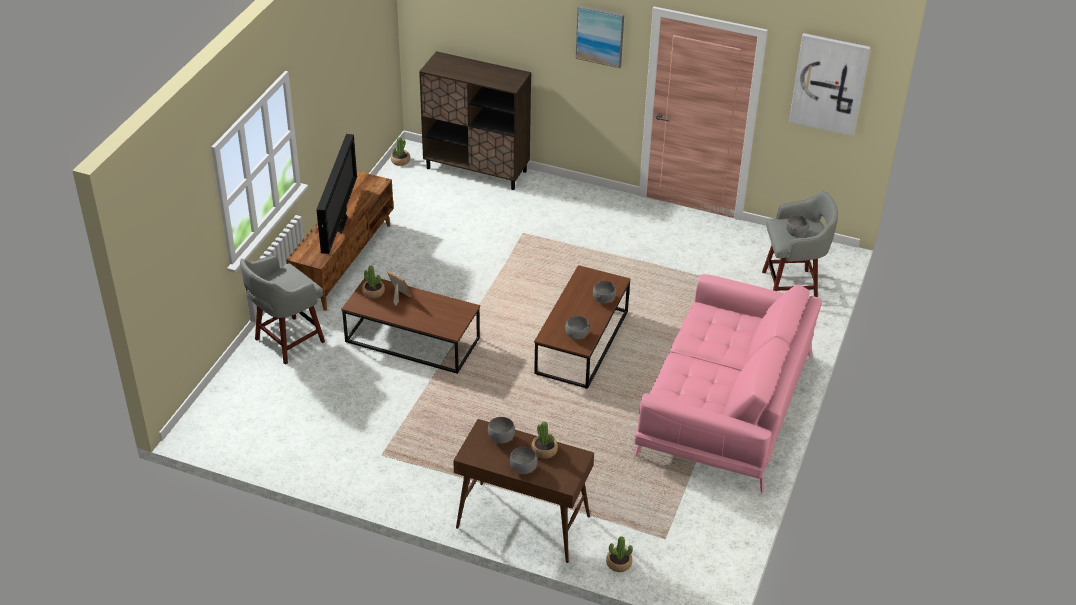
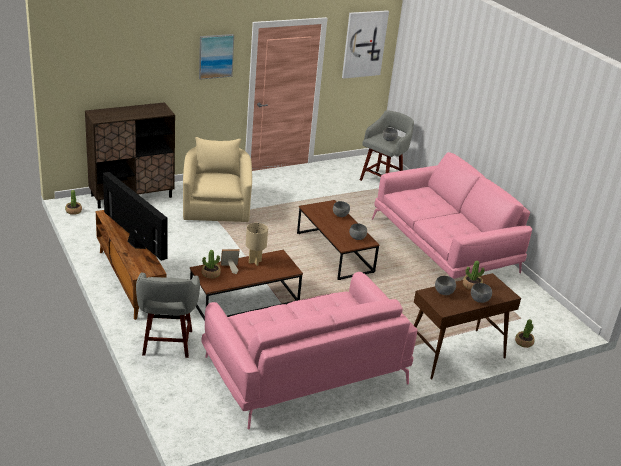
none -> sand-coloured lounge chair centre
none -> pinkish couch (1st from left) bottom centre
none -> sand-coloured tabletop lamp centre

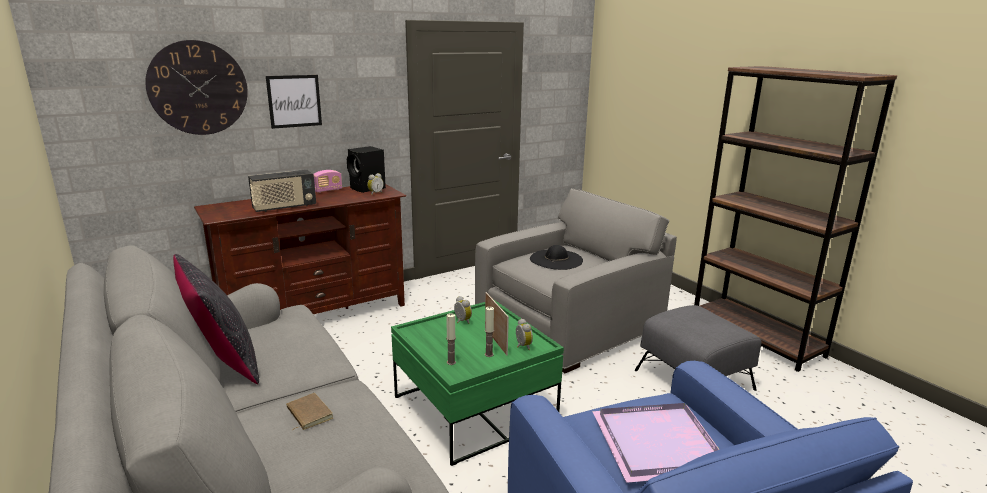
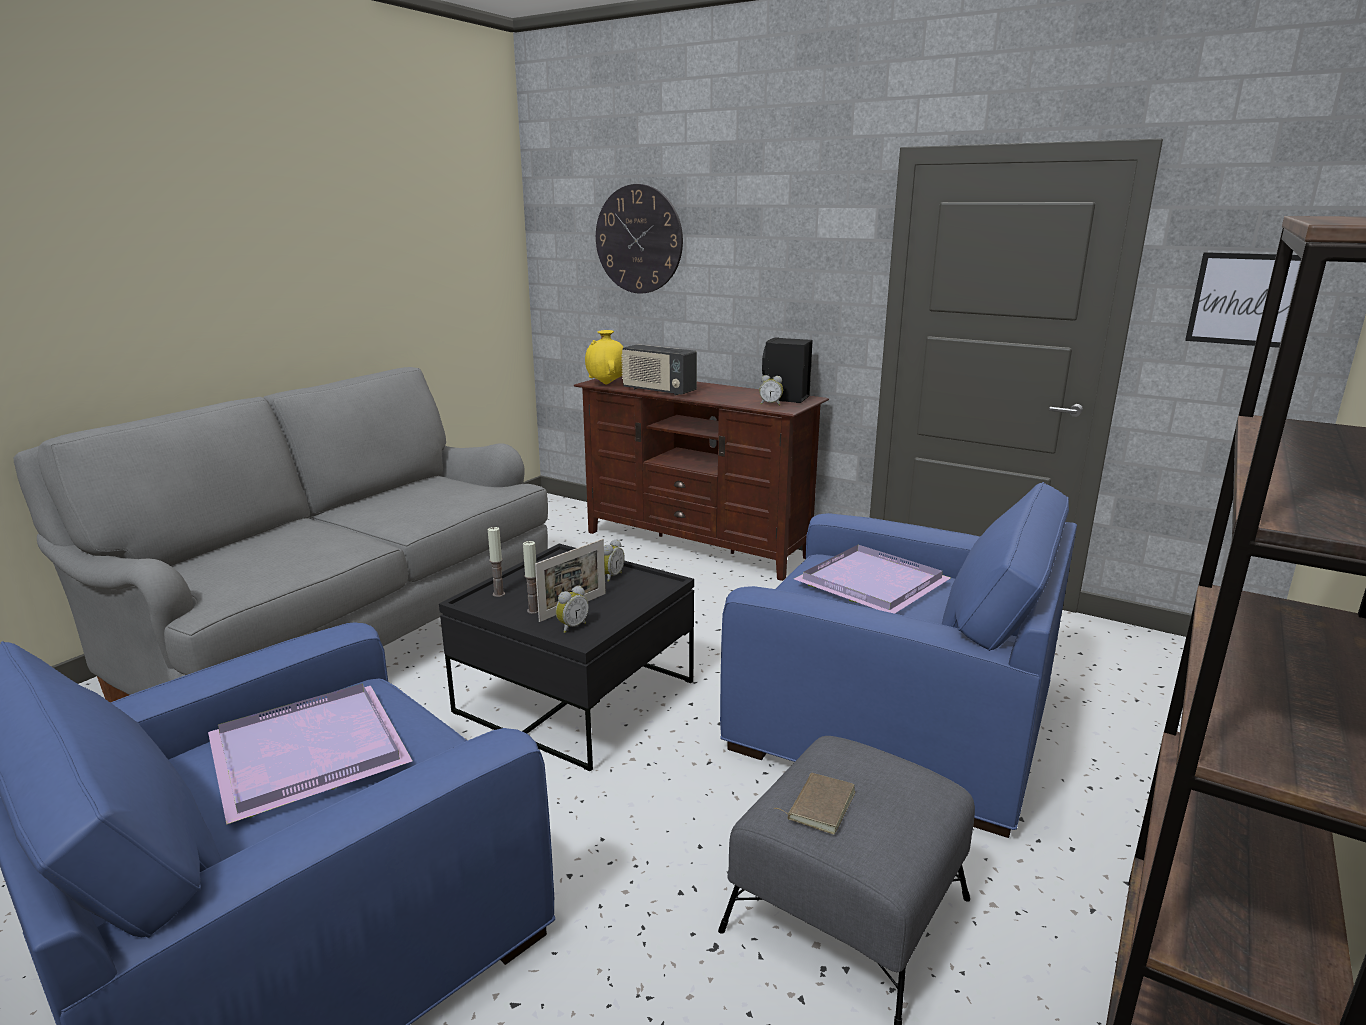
black pillow middle left -> none
wall art top left -> wall art top right, moved
brown volume bottom left -> brown volume bottom centre, moved
radio (2nd from left) middle left -> none
green coffee table bottom centre -> black coffee table centre
greyish lounge chair centre -> bluish lounge chair (2nd from left) centre
black wearable hat centre -> purple serving tray (2nd from left) centre
none -> yellow-coloured decorative vase centre

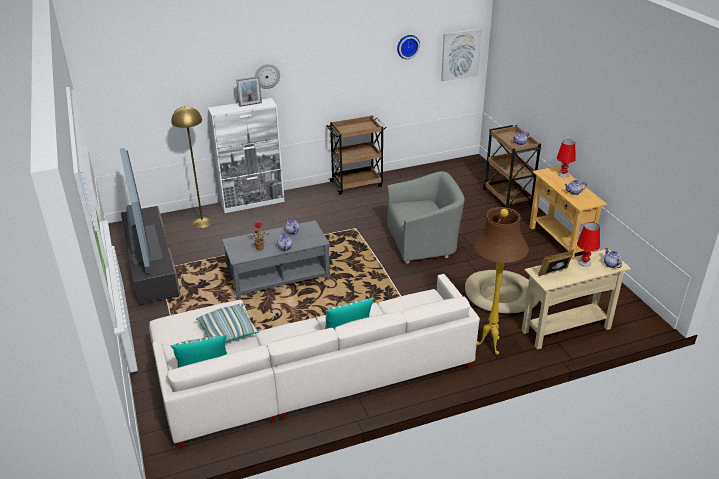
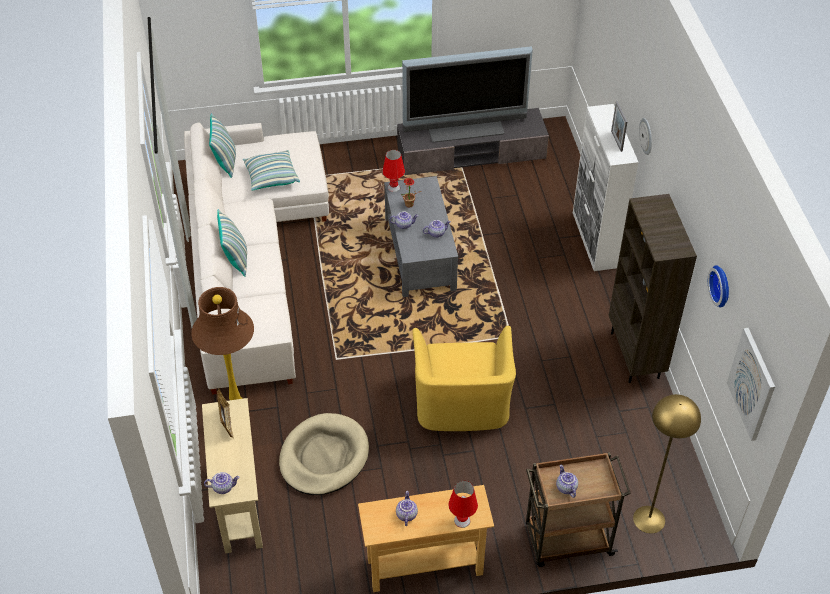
yellow-coloured standing lamp middle left -> yellow-coloured standing lamp bottom right, moved
brown cart (1st from left) top centre -> brown shelving unit middle right
greyish lounge chair centre -> yellow-coloured lounge chair centre
red tabletop lamp (2nd from left in the first image) middle right -> red tabletop lamp (1st from left) top centre, moved

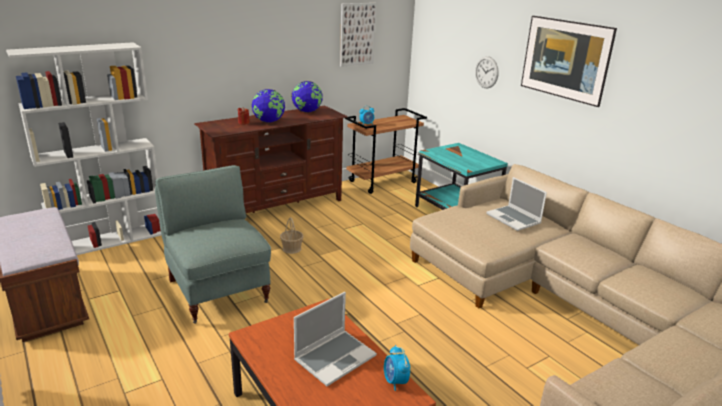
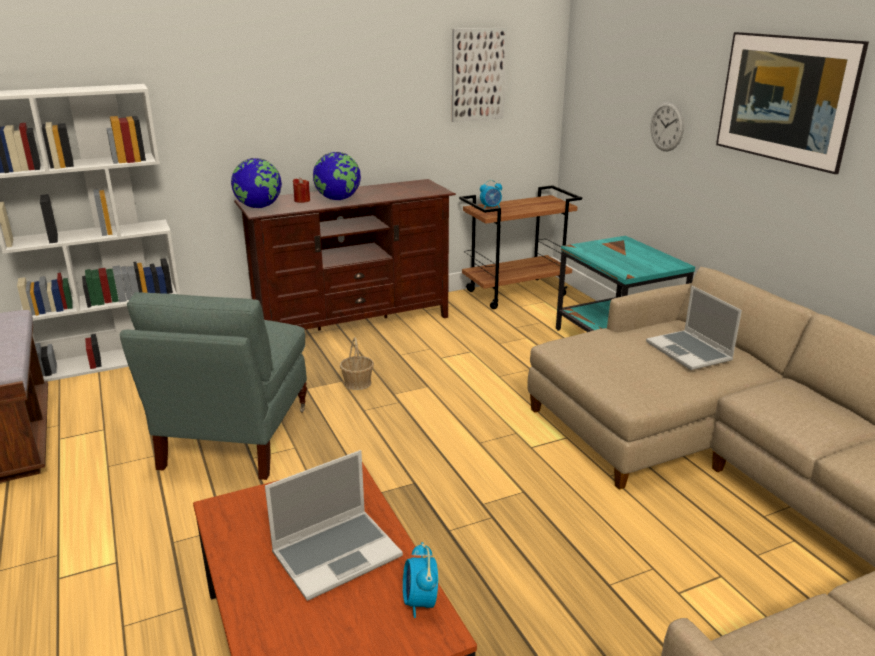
greyish lounge chair middle left, 150 degrees counterclockwise
globe (2nd from left in the first image) top centre -> globe (1st from left) top left, moved

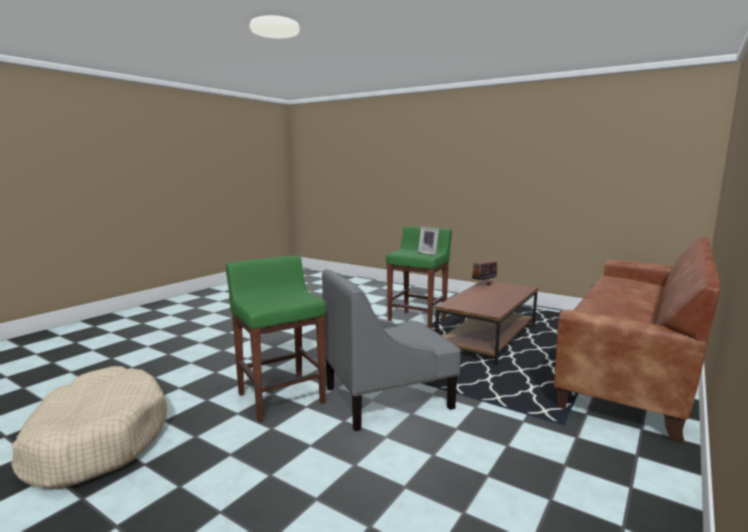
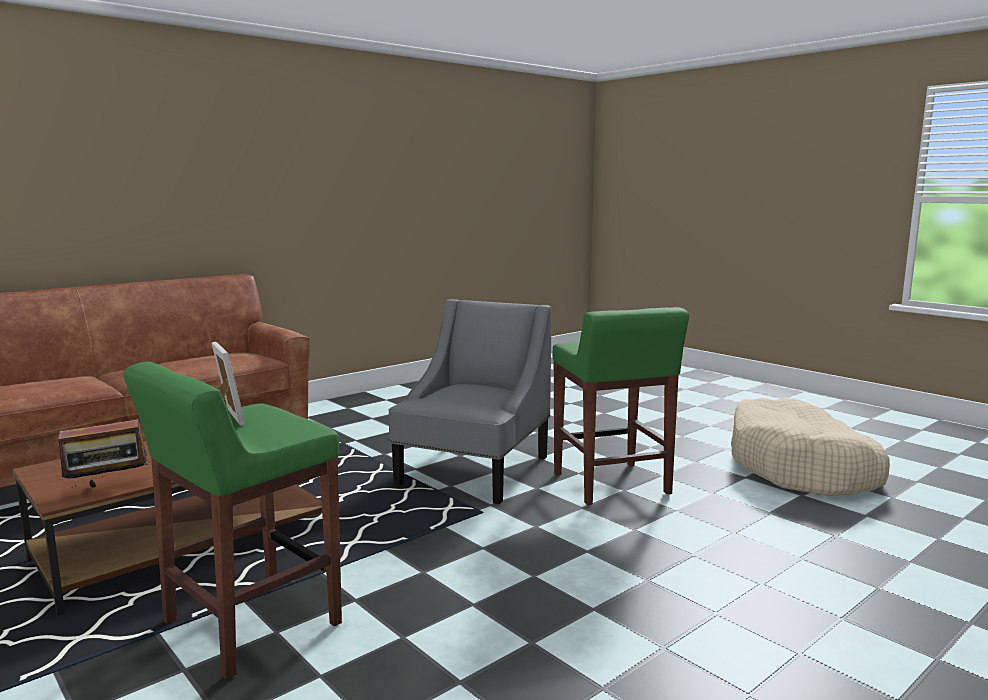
greyish lounge chair centre, 60 degrees counterclockwise

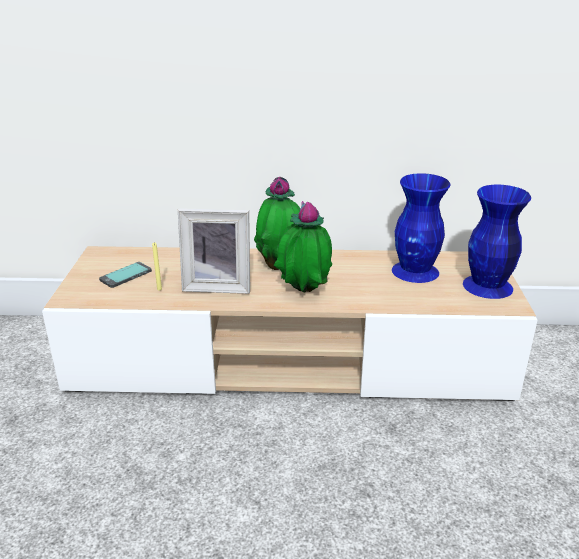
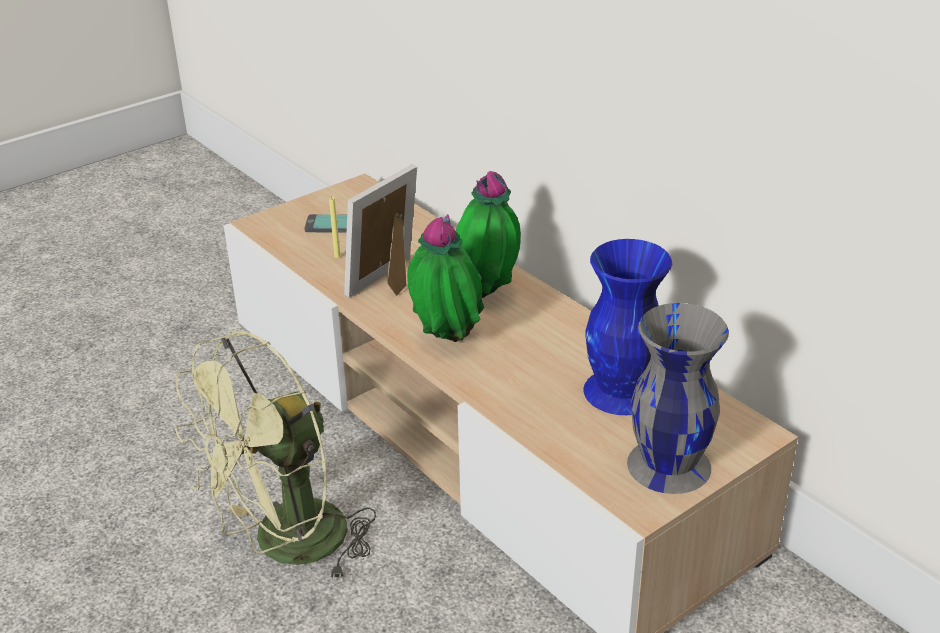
standing frame centre, 75 degrees clockwise
bluish decorative vase (2nd from left) middle right -> greyish decorative vase middle right
none -> green cooling fan bottom left

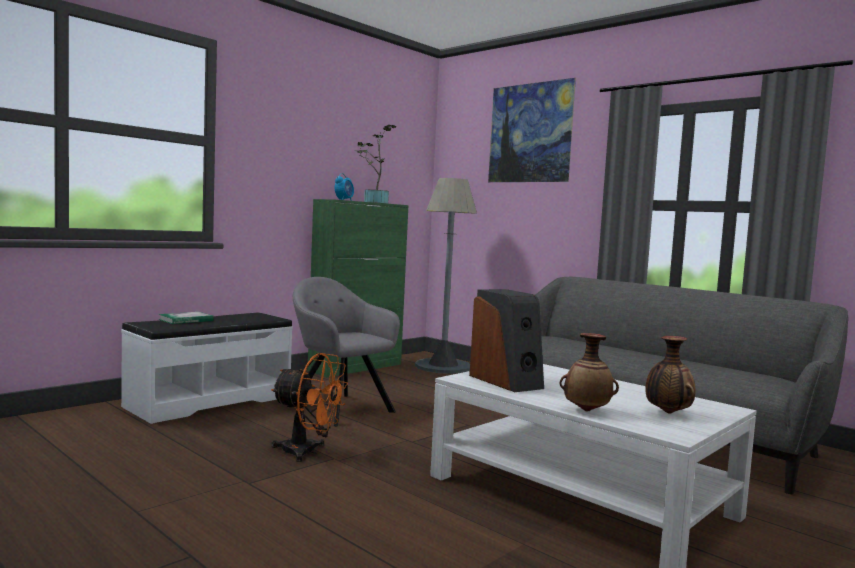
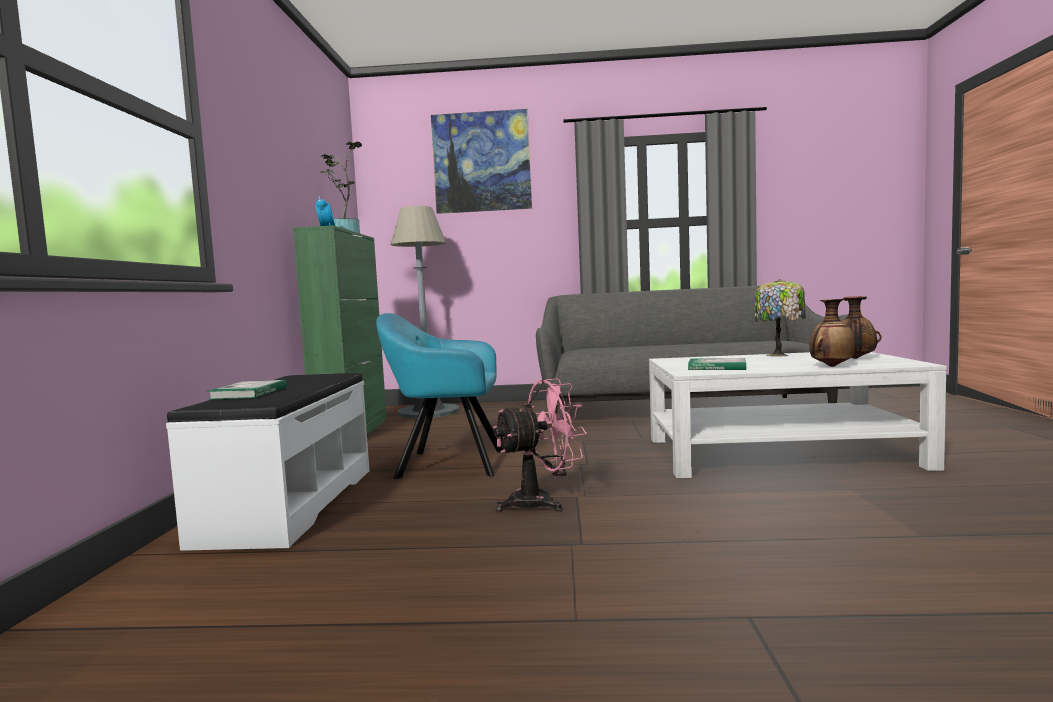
orangey cooling fan bottom centre -> pinkish cooling fan centre
greyish lounge chair centre -> turquoise-coloured lounge chair centre
speaker centre -> volume (2nd from left) middle right
none -> tabletop lamp middle right

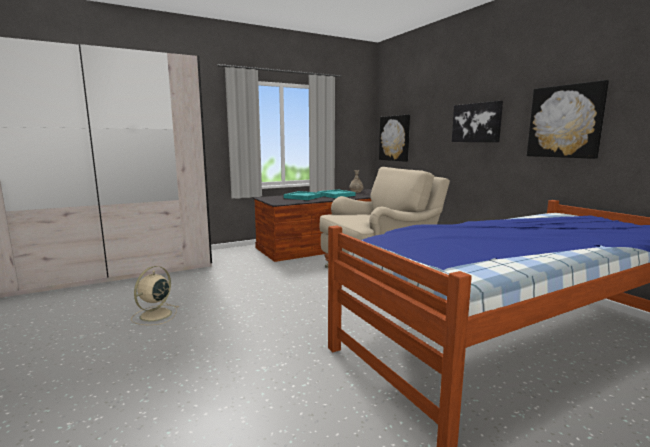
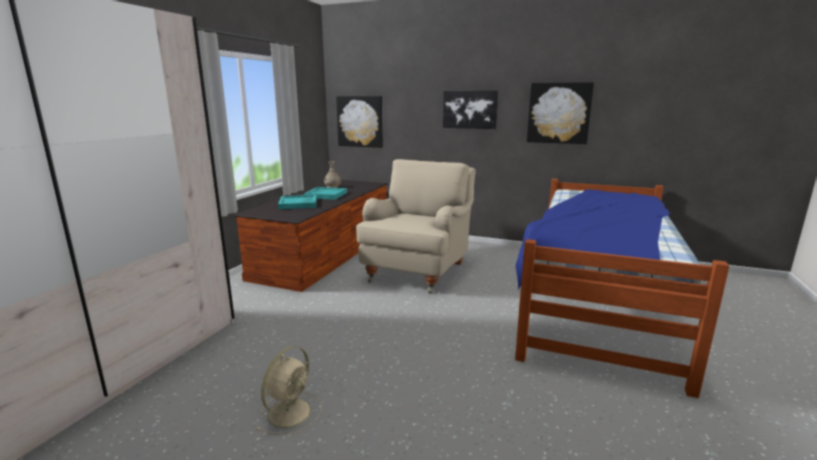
sand-coloured cooling fan middle left -> sand-coloured cooling fan bottom centre, 135 degrees counterclockwise

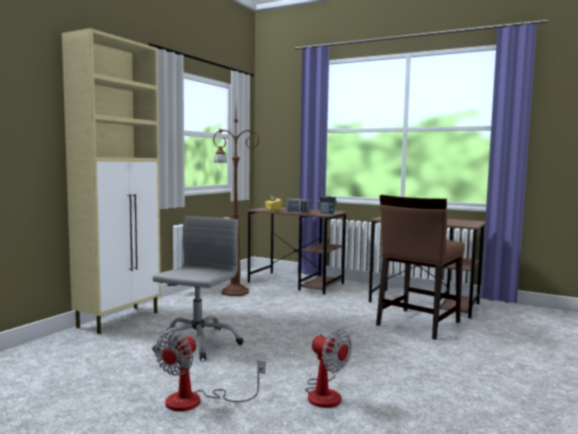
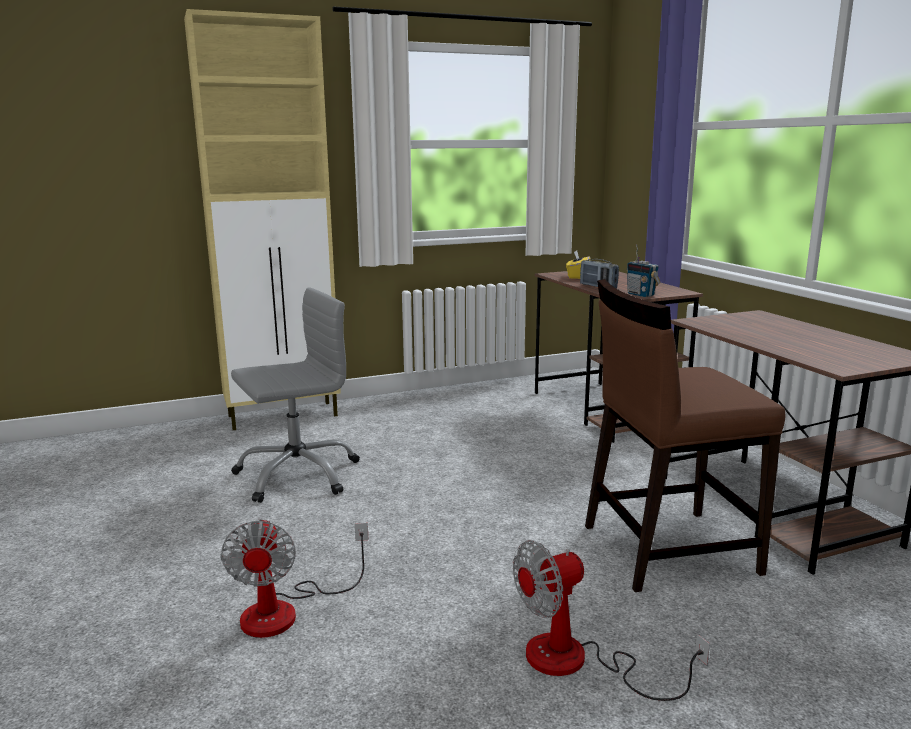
cooling fan (1st from left in the first image) bottom centre -> cooling fan (2nd from left) bottom right, moved
brown standing lamp centre -> none

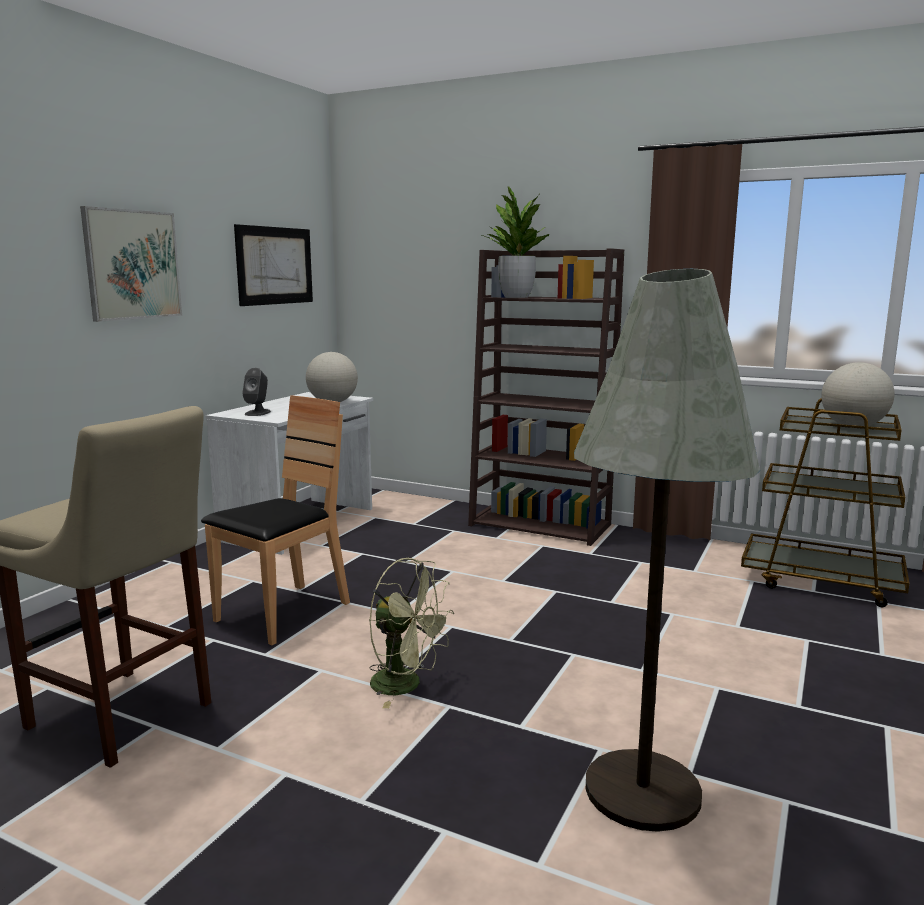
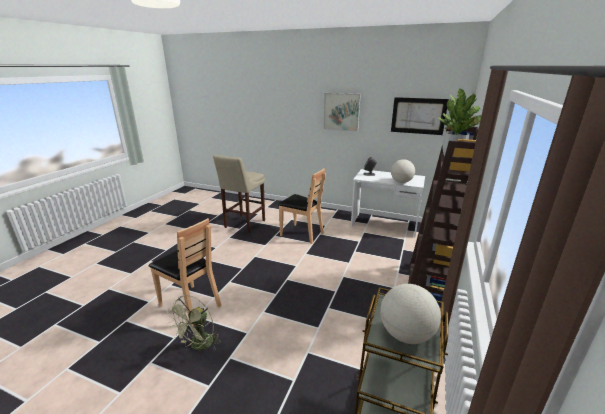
green cooling fan bottom centre -> green cooling fan bottom left, moved
greyish standing lamp middle right -> brown upright chair (1st from left) middle left

